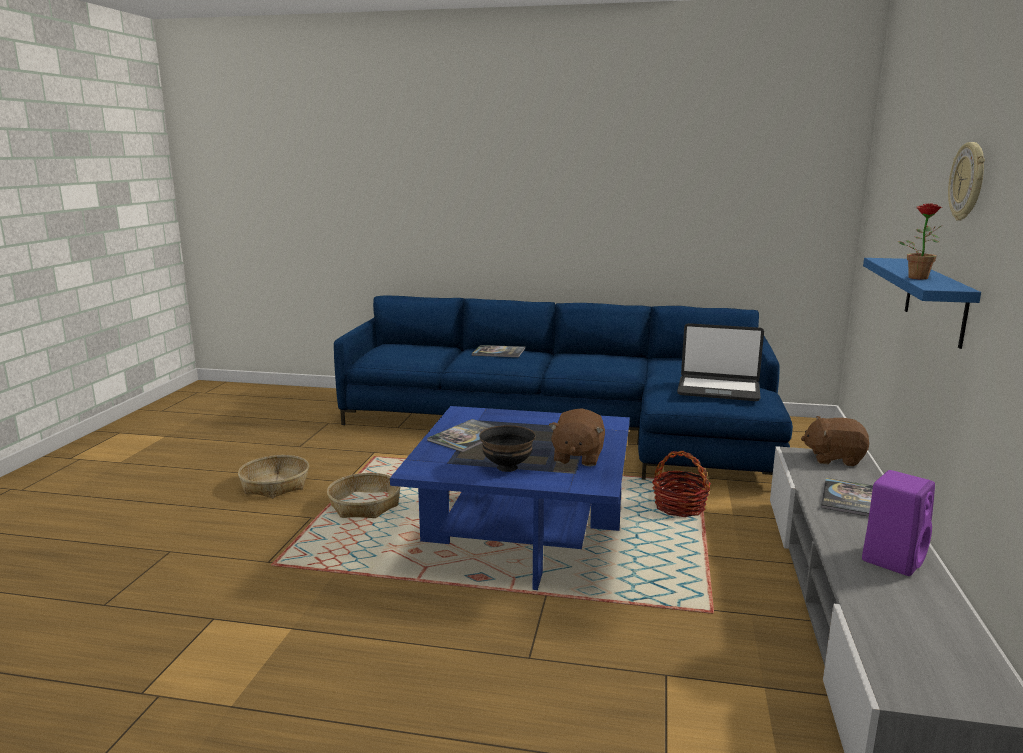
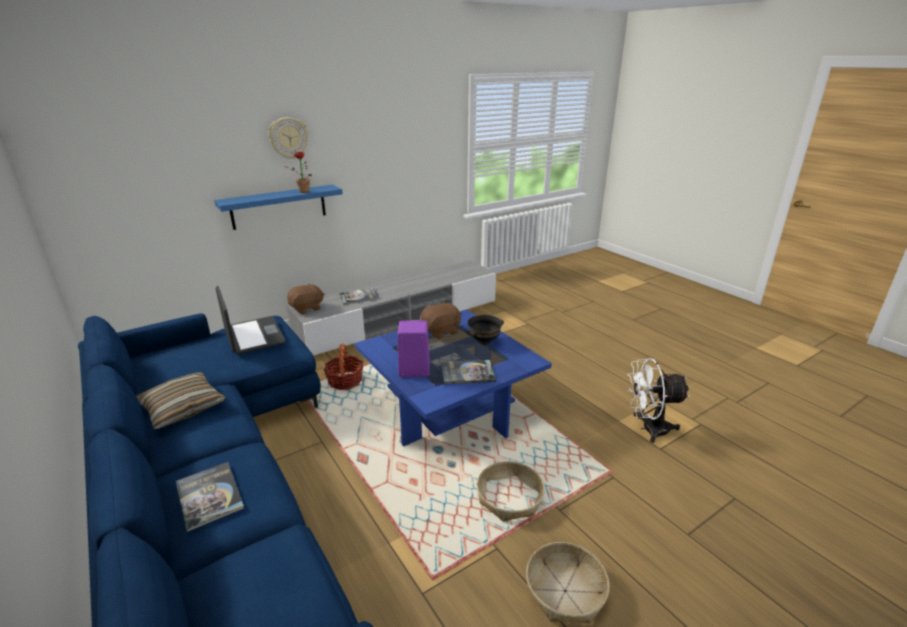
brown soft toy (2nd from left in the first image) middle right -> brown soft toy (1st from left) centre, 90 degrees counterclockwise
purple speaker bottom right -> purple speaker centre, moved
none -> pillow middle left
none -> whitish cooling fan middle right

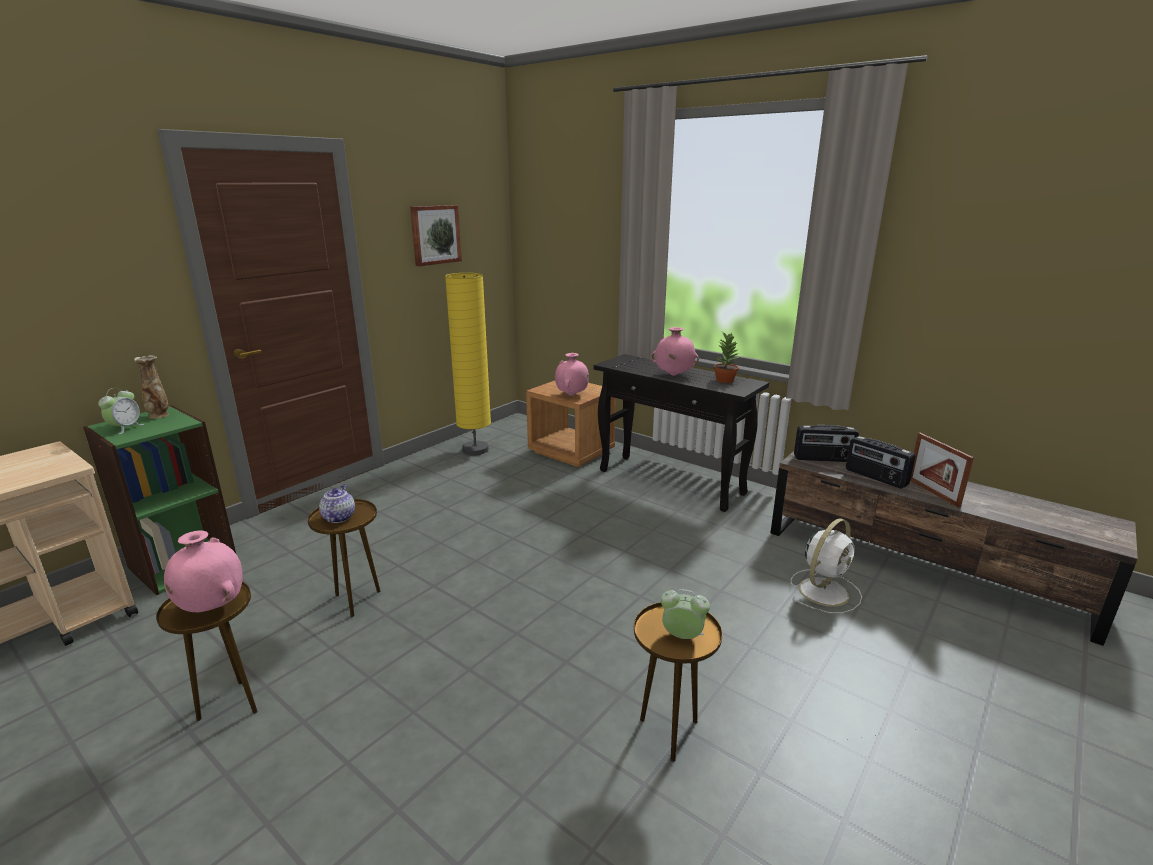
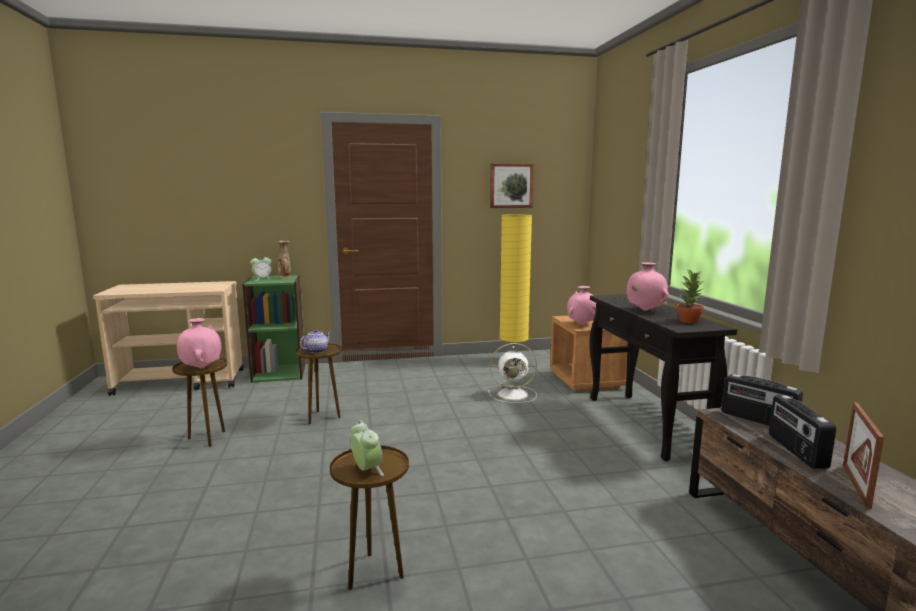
whitish cooling fan middle right -> whitish cooling fan centre, moved

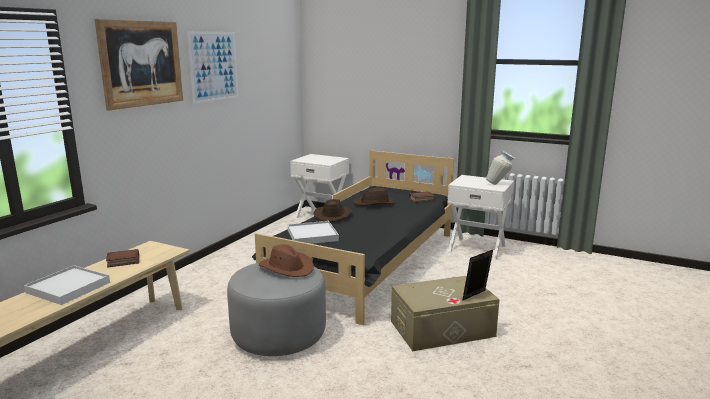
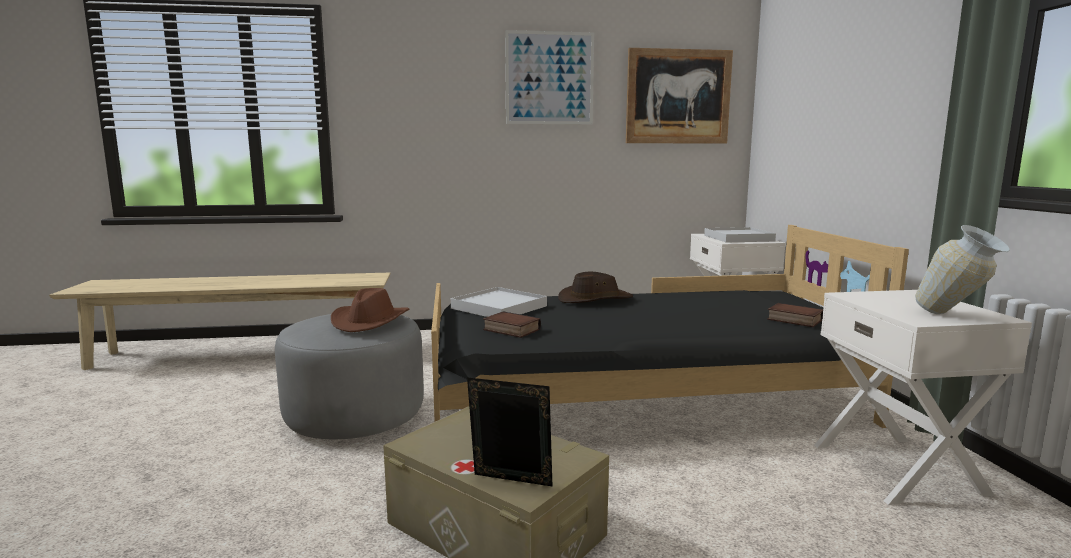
whitish serving tray (1st from left in the first image) bottom left -> whitish serving tray (2nd from left) middle right, moved
wall art (1st from left in the first image) top left -> wall art (2nd from left) top centre, moved
volume (1st from left) middle left -> volume (1st from left) centre, moved
brown wearable hat (3rd from left) centre -> none

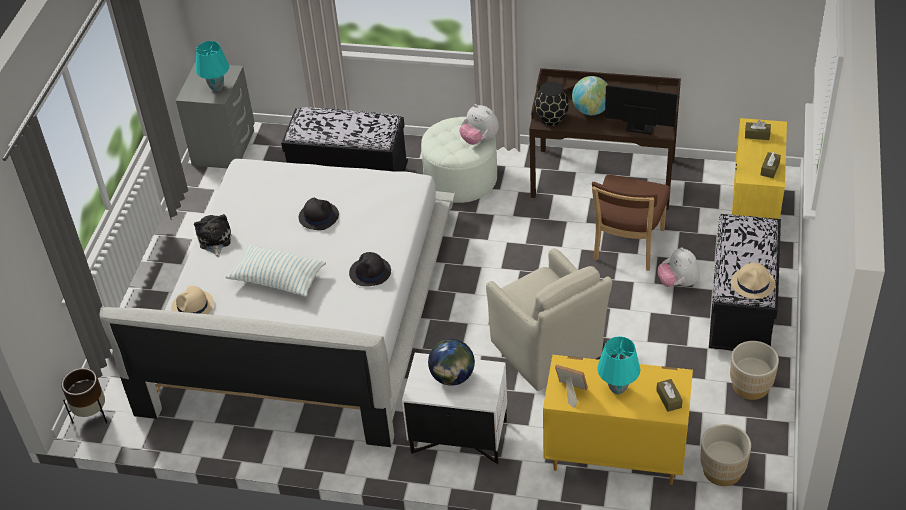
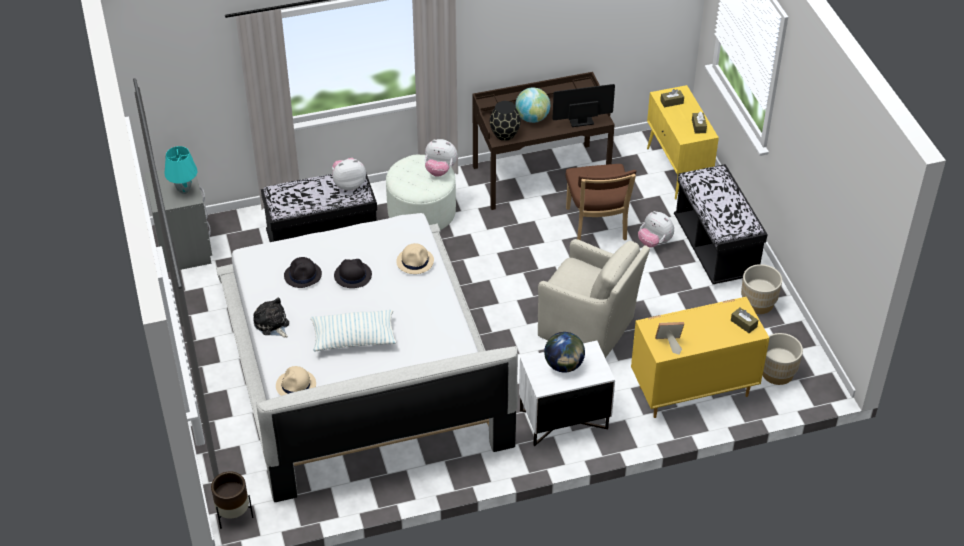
black wearable hat (2nd from left in the first image) centre -> black wearable hat (1st from left) middle left, moved
turquoise-coloured tabletop lamp (2nd from left) bottom right -> none
sand-coloured wearable hat (2nd from left) middle right -> sand-coloured wearable hat (2nd from left) centre, moved
none -> soft toy (2nd from left) top centre

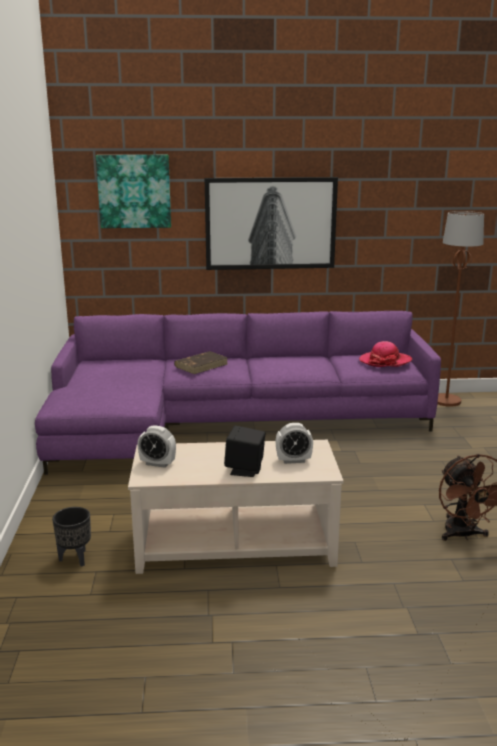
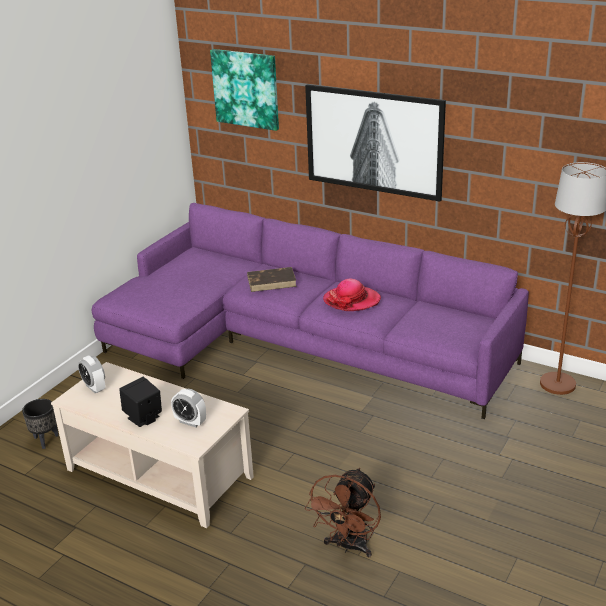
wearable hat middle right -> wearable hat centre, moved

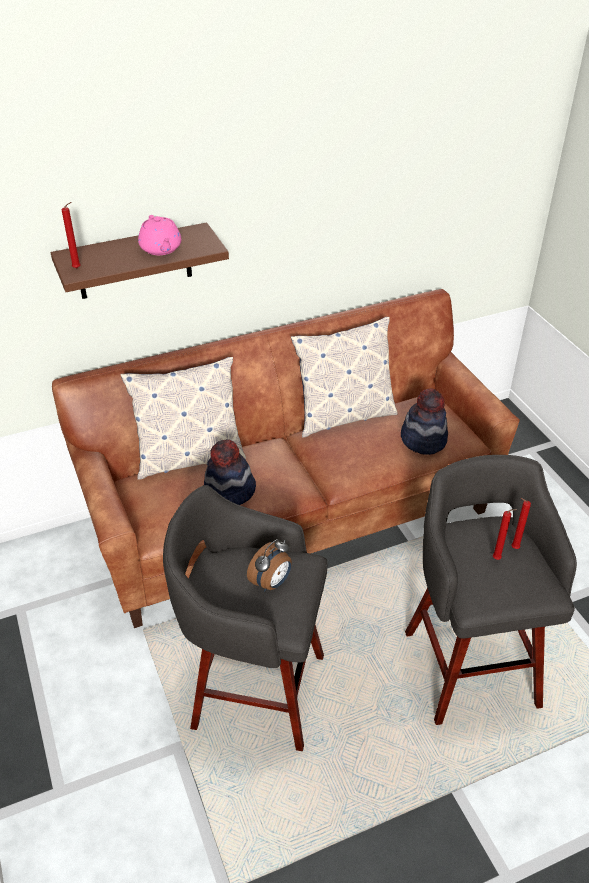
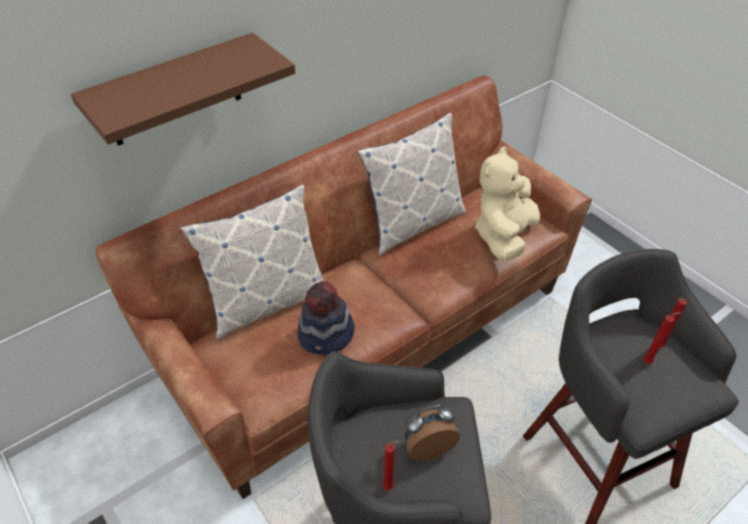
red candle (1st from left) top left -> red candle (1st from left) bottom centre, moved
pinkish teapot top left -> none
alarm clock centre -> alarm clock bottom centre, 135 degrees counterclockwise
wearable hat (2nd from left) middle right -> sand-coloured soft toy middle right

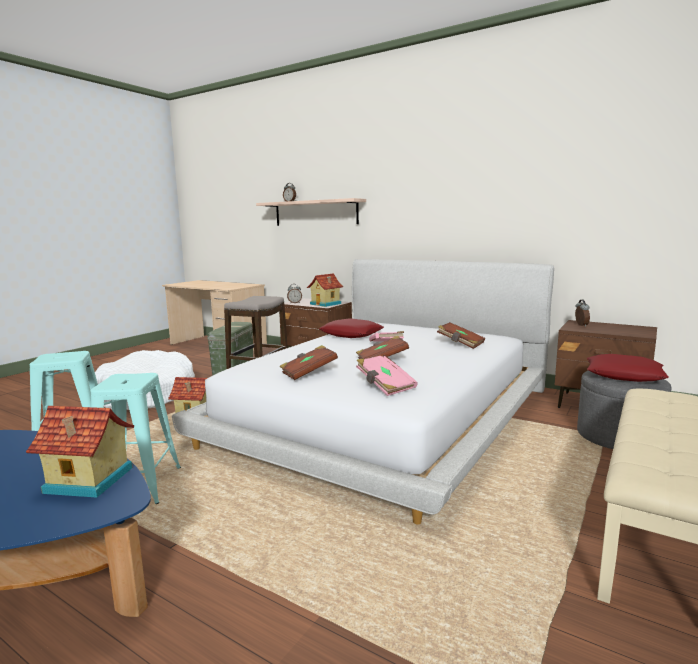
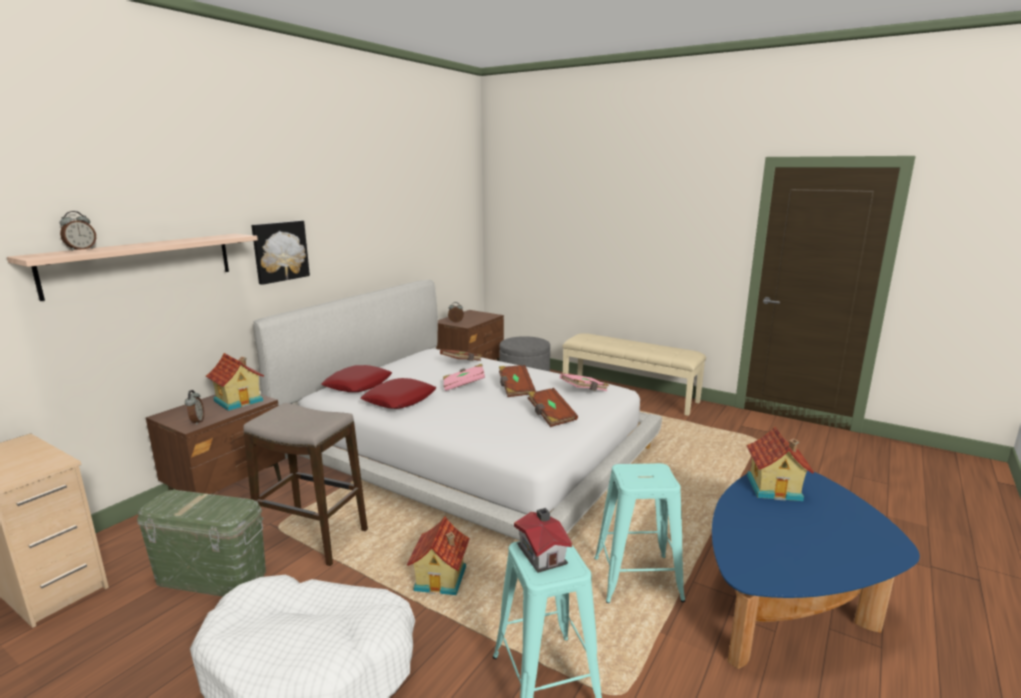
red pillow (2nd from left in the first image) middle right -> red pillow (1st from left) centre, moved
none -> wall art middle left
none -> miniature house (3rd from left) bottom centre

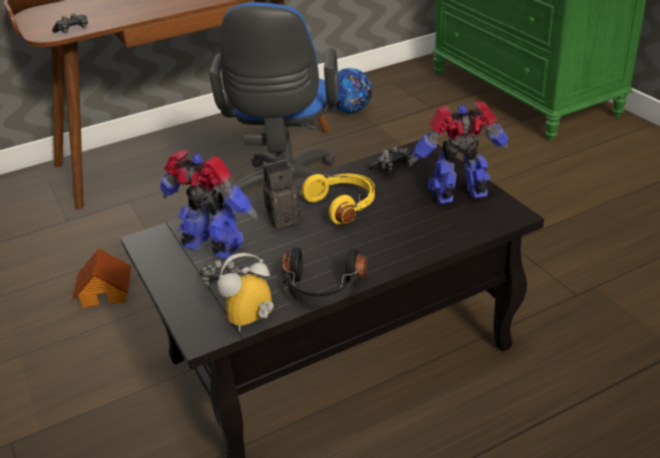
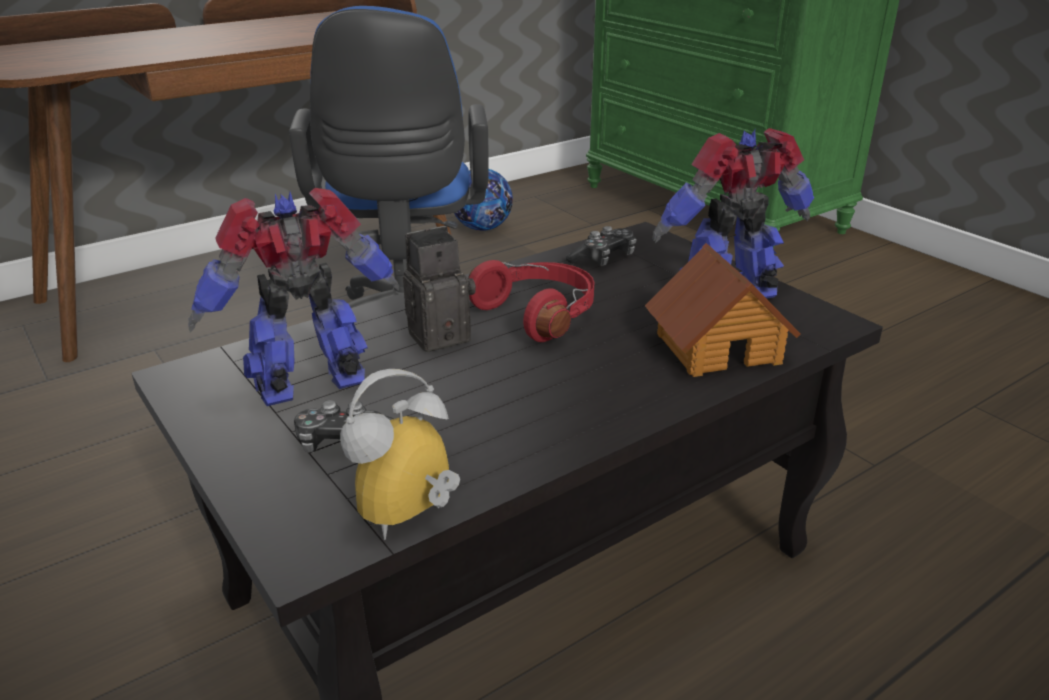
game controller (1st from left) top left -> none
miniature house middle left -> miniature house middle right, moved
robot figure (1st from left) middle left, 45 degrees counterclockwise
black headset centre -> none
yellow-coloured headset centre -> red headset centre

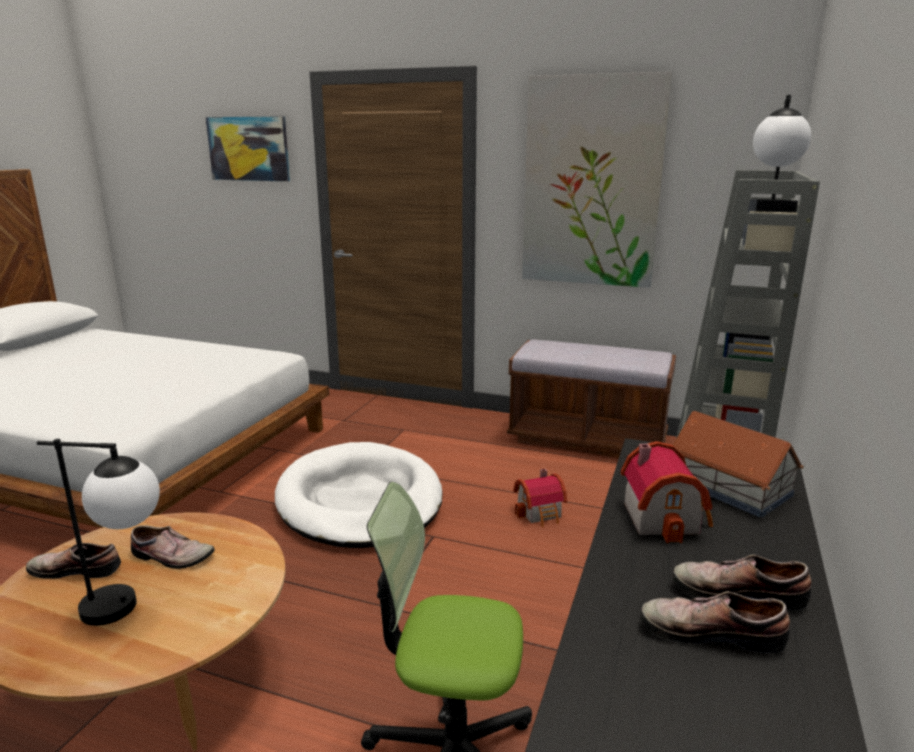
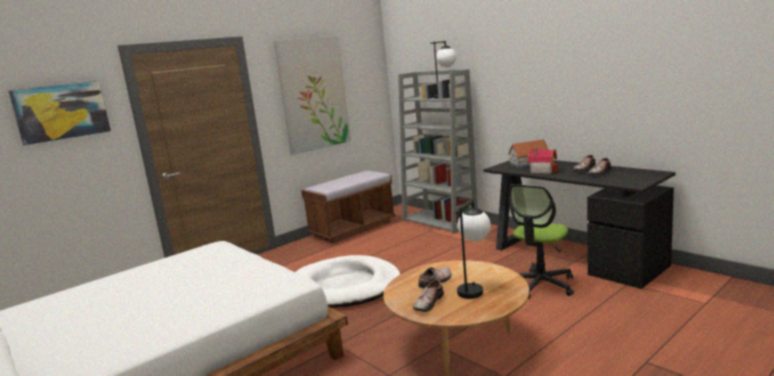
miniature house (1st from left) centre -> none

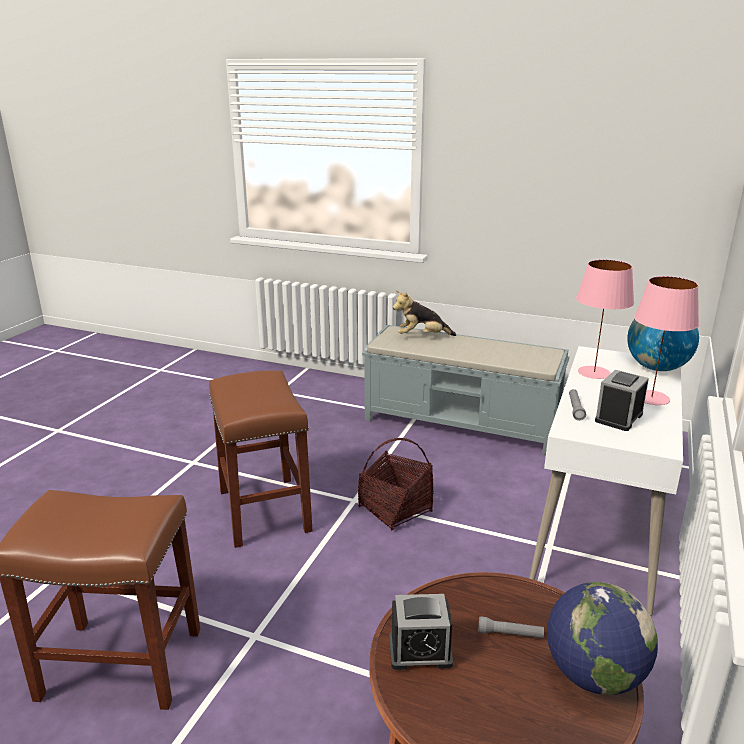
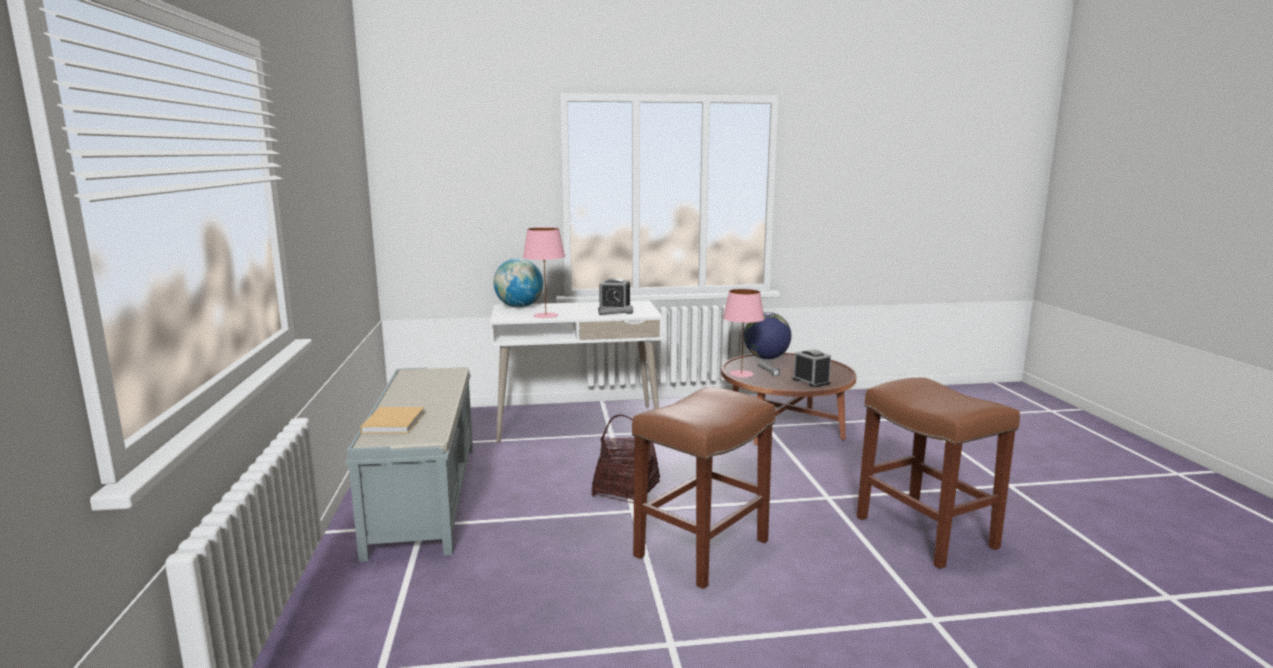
soft toy centre -> sand-coloured volume middle left
pinkish tabletop lamp (2nd from left) middle right -> pinkish tabletop lamp (2nd from left) centre, moved

